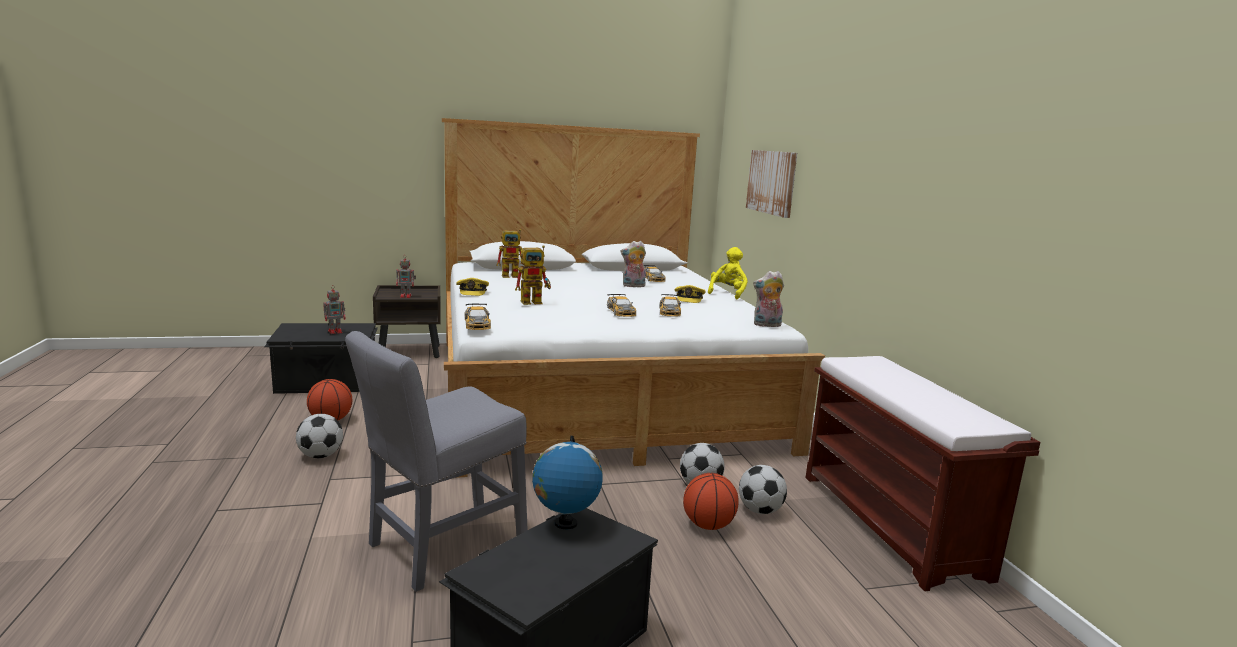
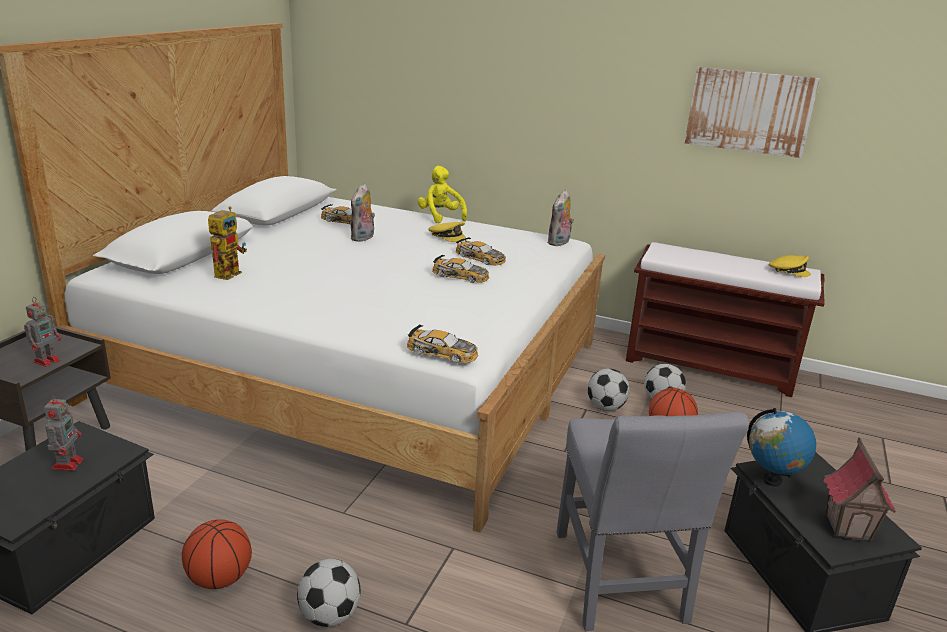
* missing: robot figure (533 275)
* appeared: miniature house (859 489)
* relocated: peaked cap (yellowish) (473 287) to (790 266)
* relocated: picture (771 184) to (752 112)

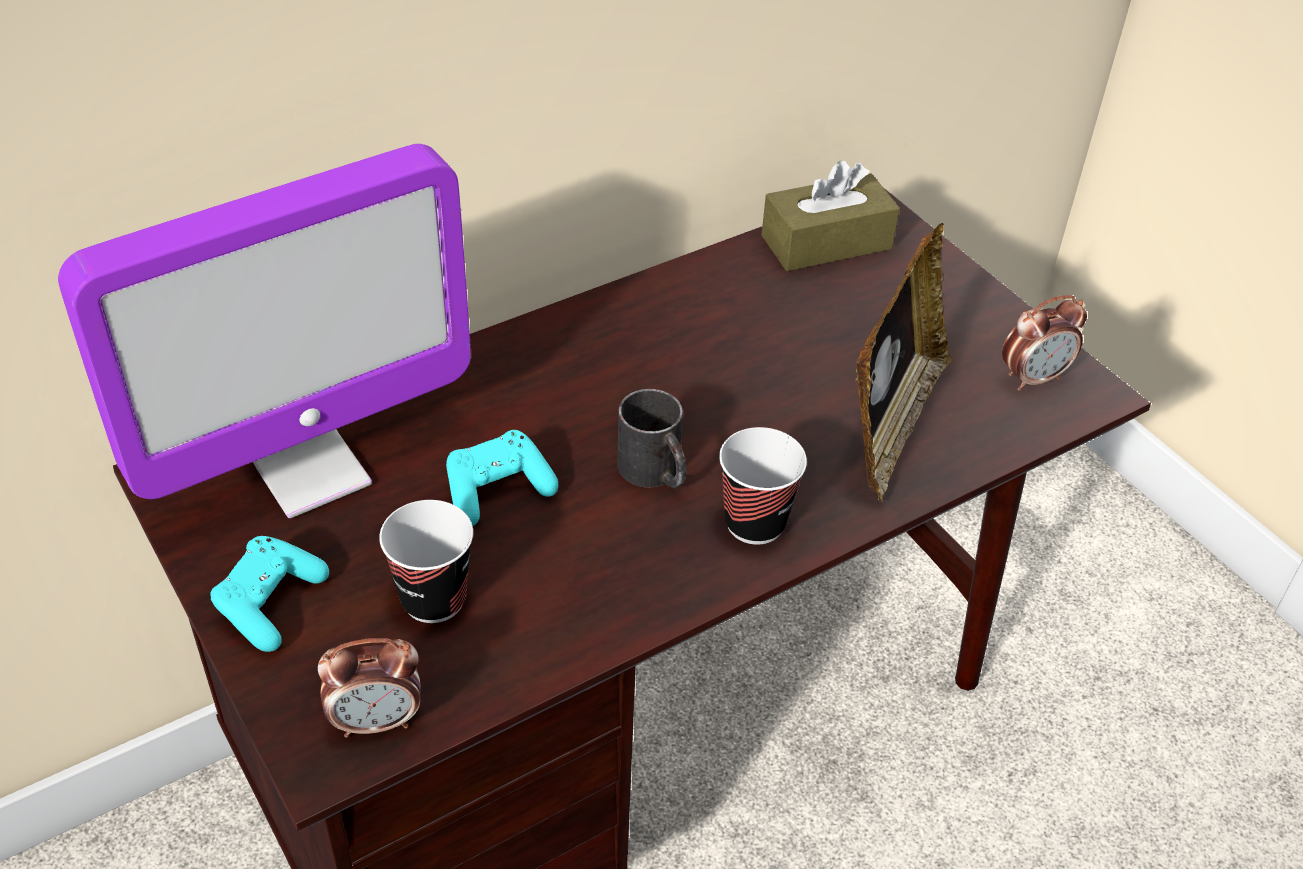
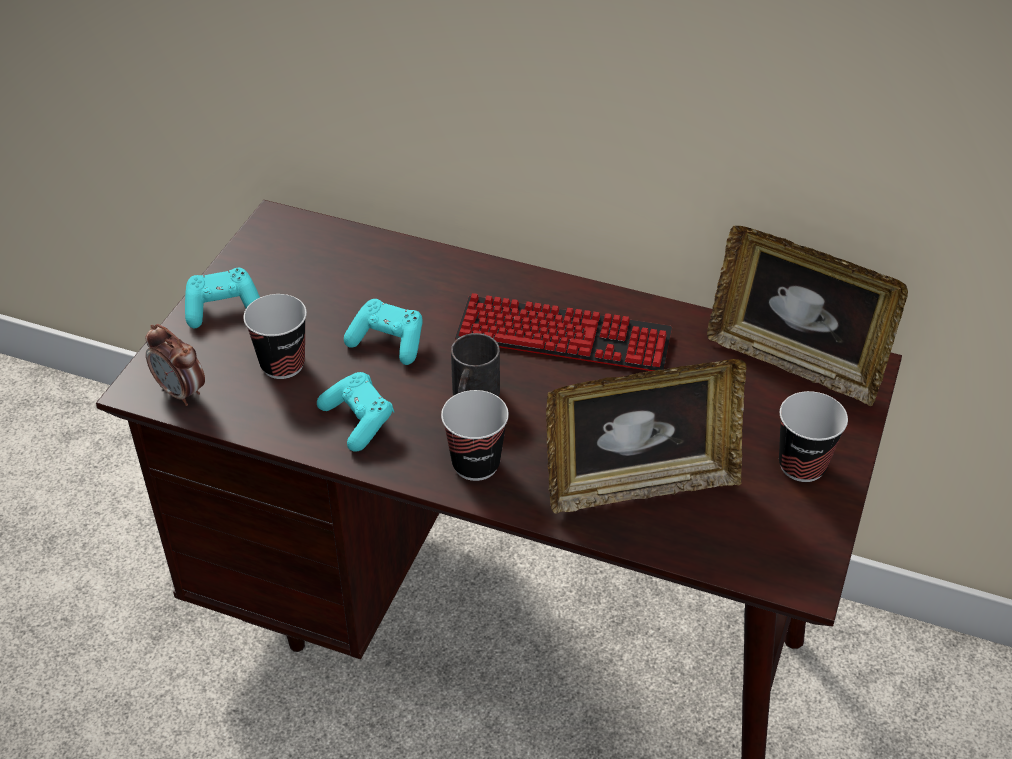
* missing: computer screen (264 331)
* missing: bedside clock (1044 343)
* appeared: joypad (blue-green) (355 411)
* appeared: computer keyboard (563 332)
* appeared: cup (813 436)
* exchanged: tissue holder (brownish) (831 215) to picture frame (807 316)

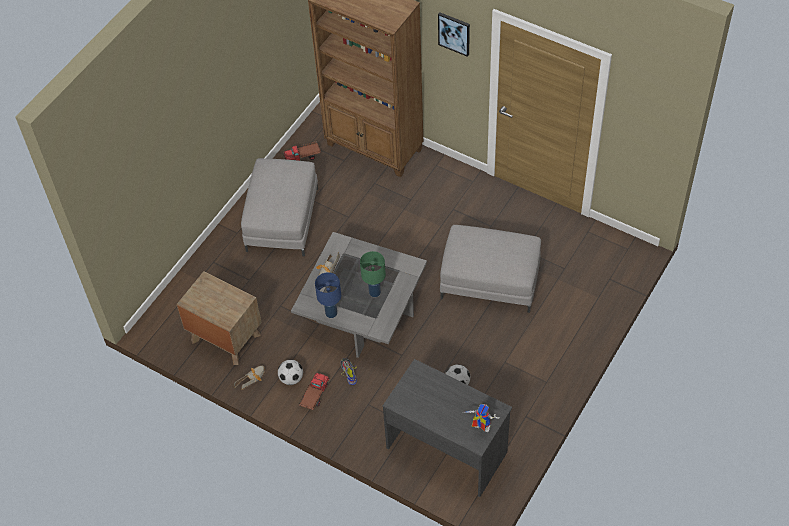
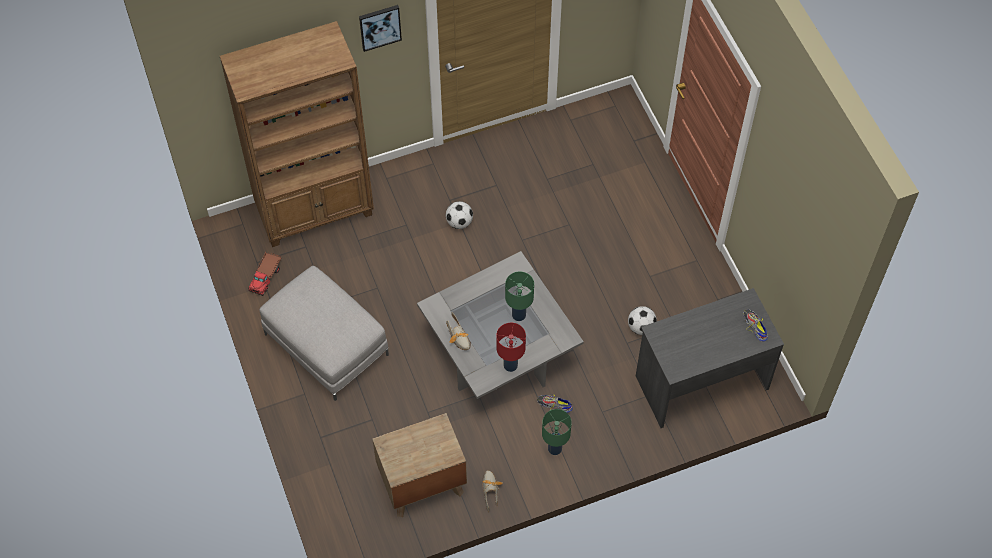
* missing: ottoman (grey) (490 269)
* relocated: football ball (290 372) to (459 215)
* exchanged: toy truck (314 391) to table lamp (green) (557 432)
* exchanged: robot figure (482 418) to low shoe (755 326)
* colour: table lamp (blue) (328 295) to table lamp (red) (511 347)

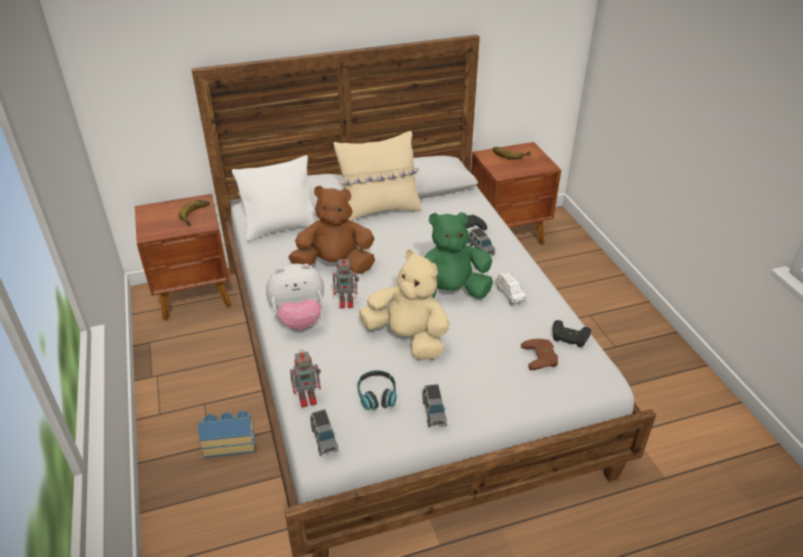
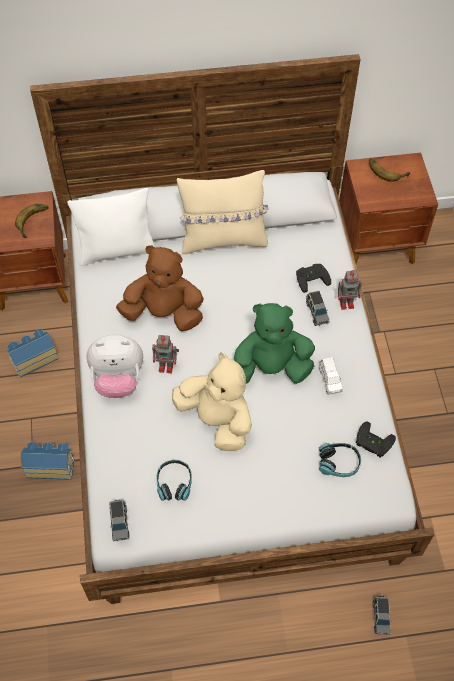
* appeared: miniature house (33 353)
* relocated: robot figure (305 378) to (350 290)
* relocated: miniature car (grey) (435 405) to (382 615)
* exchanged: joypad (brownish) (539 354) to headset (340 460)

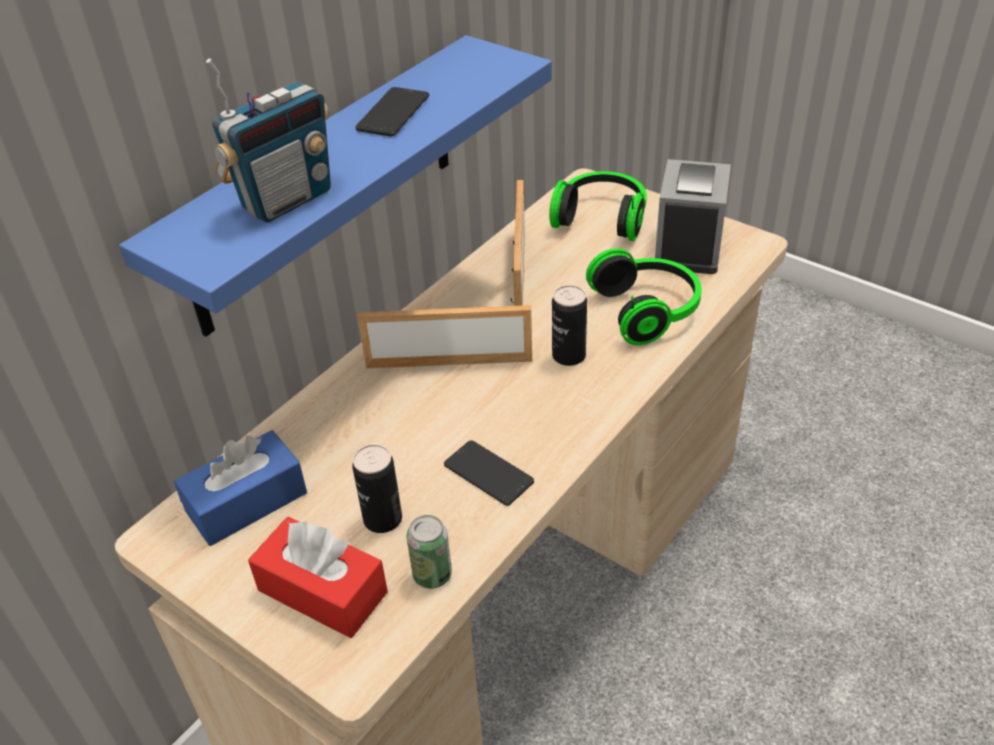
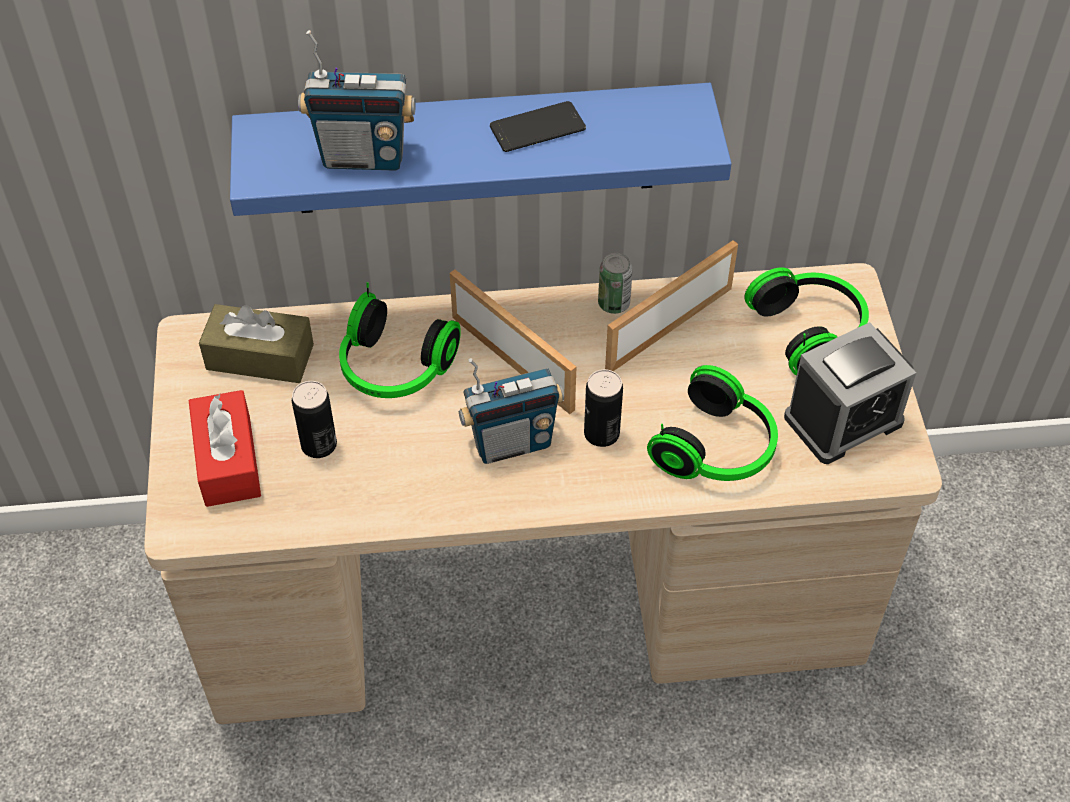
* missing: handset (489 473)
* appeared: headset (400 340)
* appeared: radio set (511 411)
* relocated: can (429 552) to (615 283)
* colour: tissue holder (blue) (240 488) to tissue holder (brownish) (256 343)

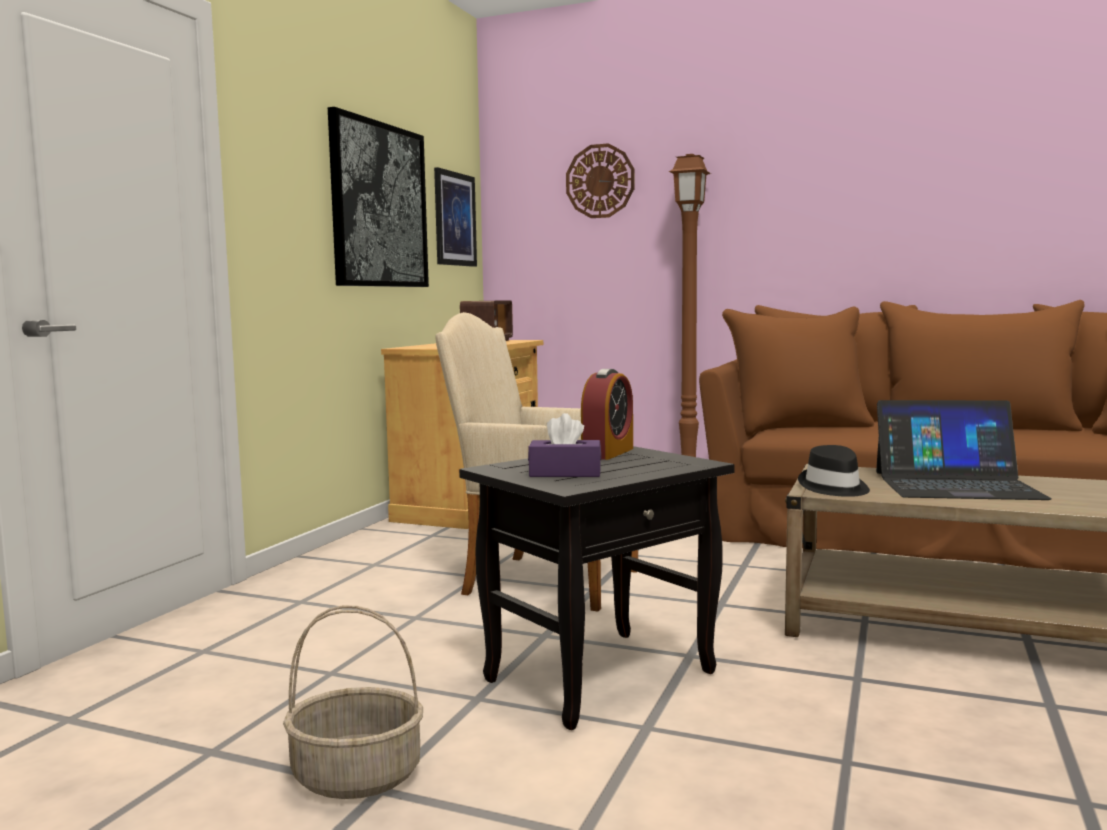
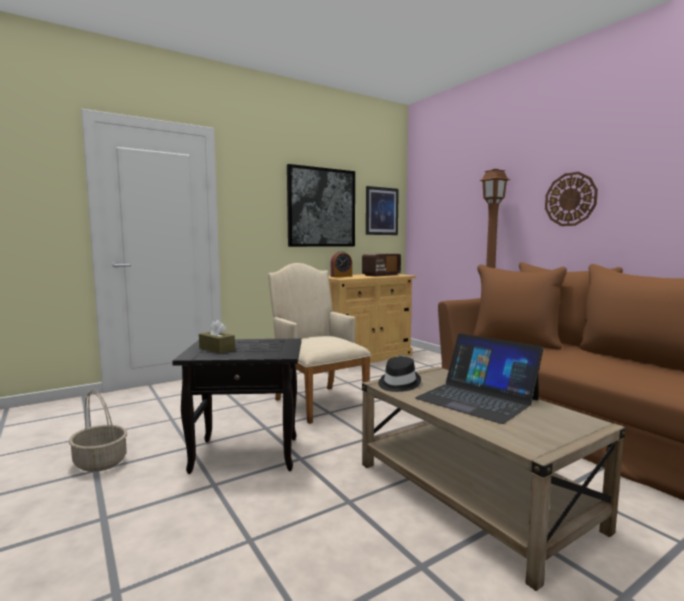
* relocated: wall clock (600 180) to (571 199)
* relocated: bedside clock (607 414) to (341 264)
* colour: tissue holder (purplish) (564 445) to tissue holder (brownish) (217 337)

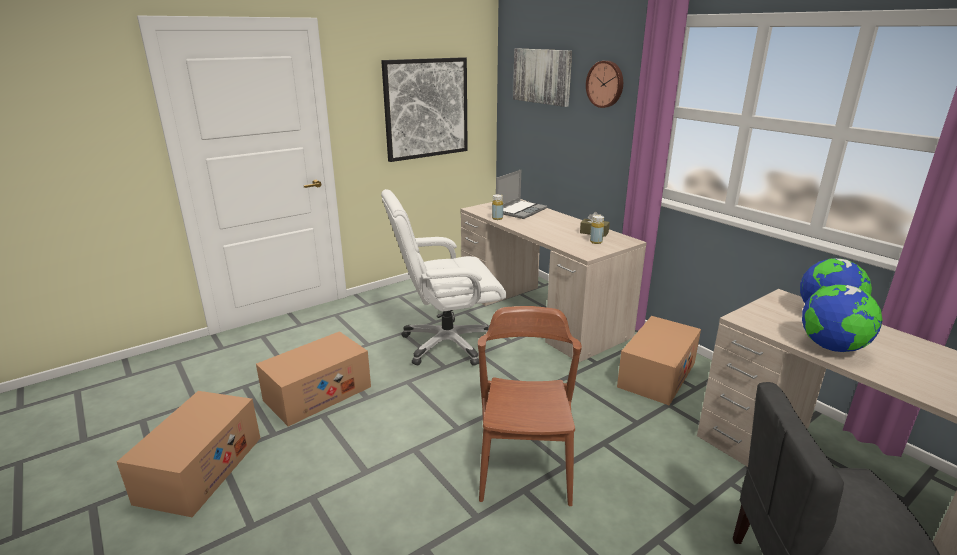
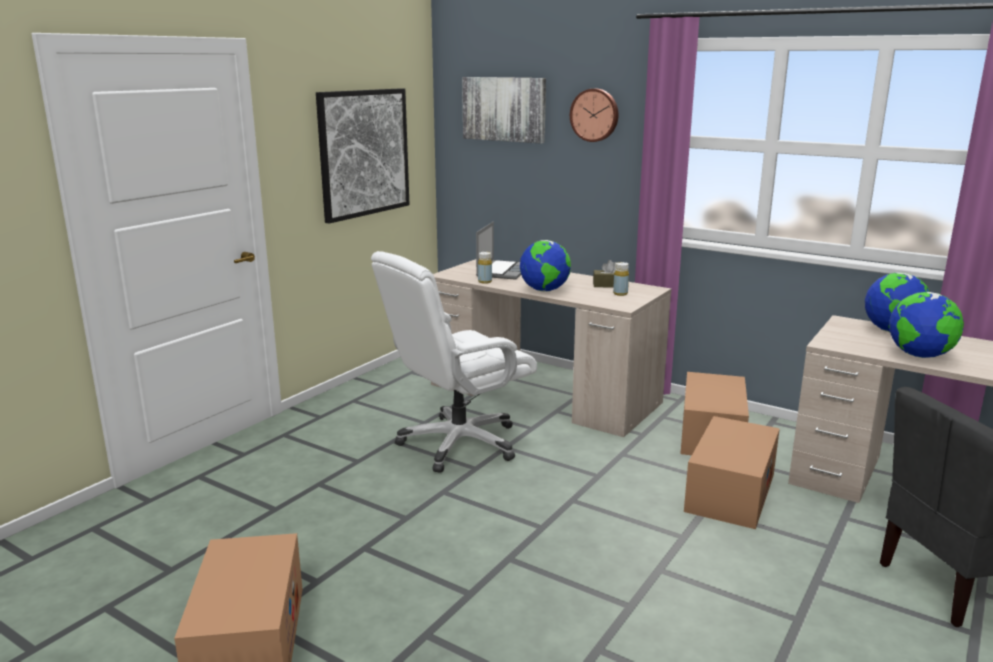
* missing: plain chair (brownish) (530 406)
* appeared: world globe (545 266)
* relocated: carton (313 378) to (732 472)

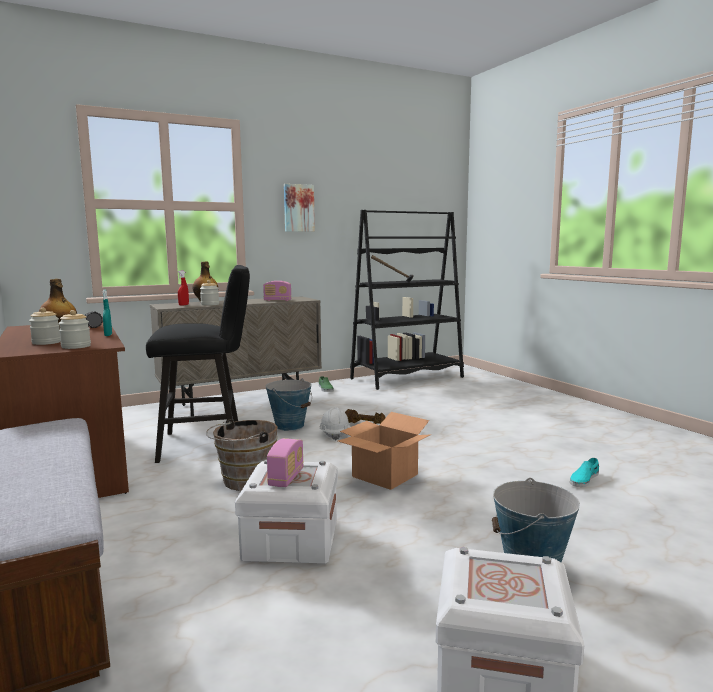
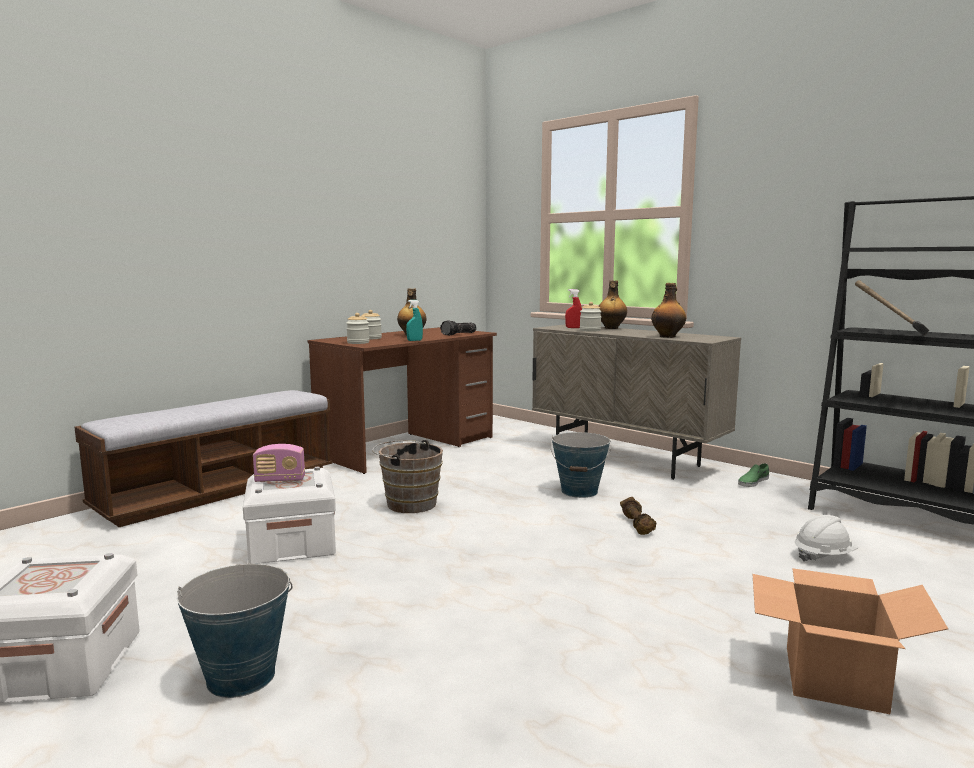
* missing: sitting stool (blackish) (198 364)
* missing: picture (299 208)
* missing: low shoe (blue-green) (584 472)
* relocated: hard hat (white) (335 424) to (826 538)
* relocated: carton (385 451) to (850 641)
* exchanged: radio set (277 291) to bottle (668 310)

